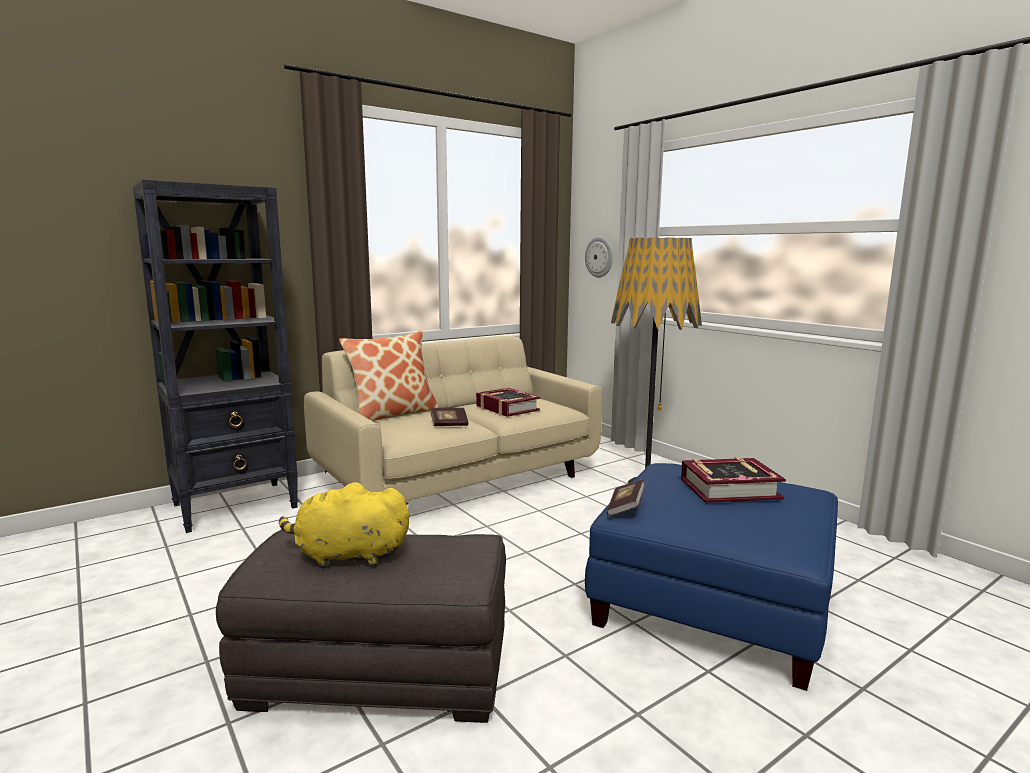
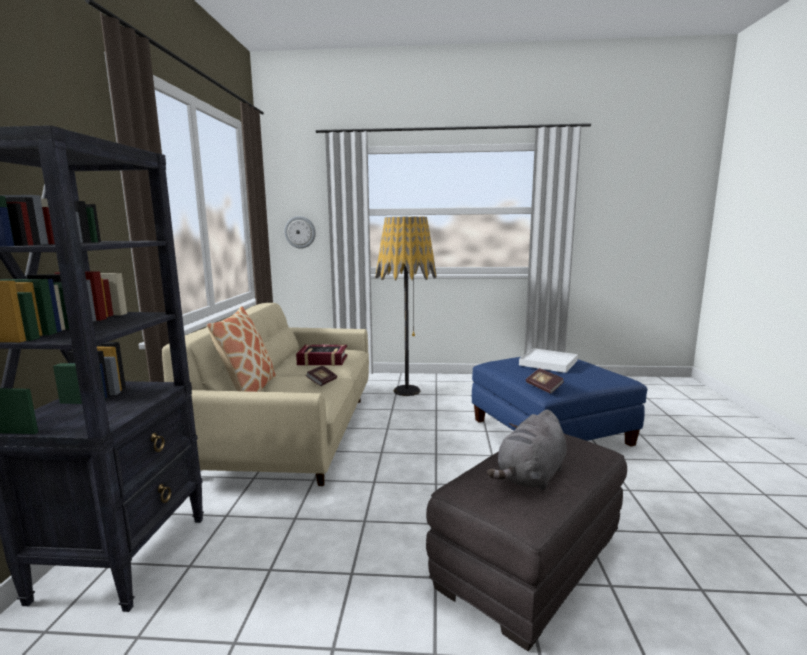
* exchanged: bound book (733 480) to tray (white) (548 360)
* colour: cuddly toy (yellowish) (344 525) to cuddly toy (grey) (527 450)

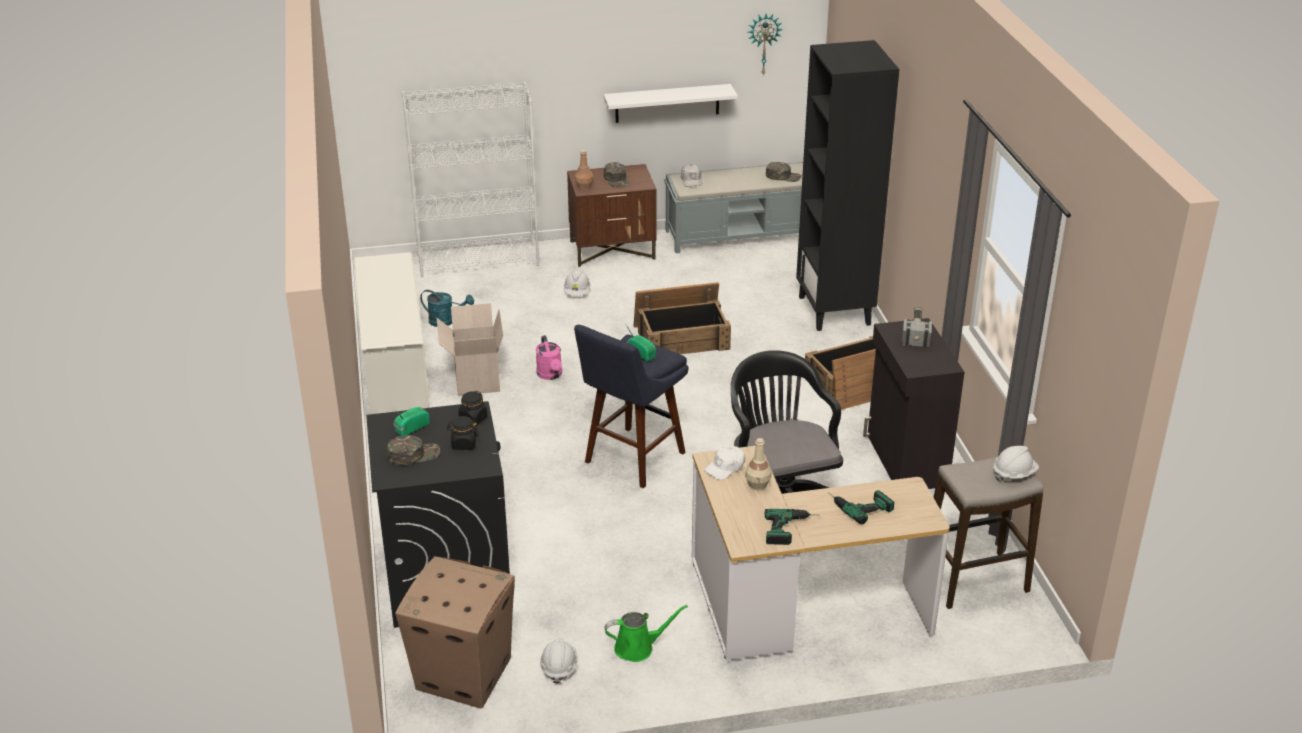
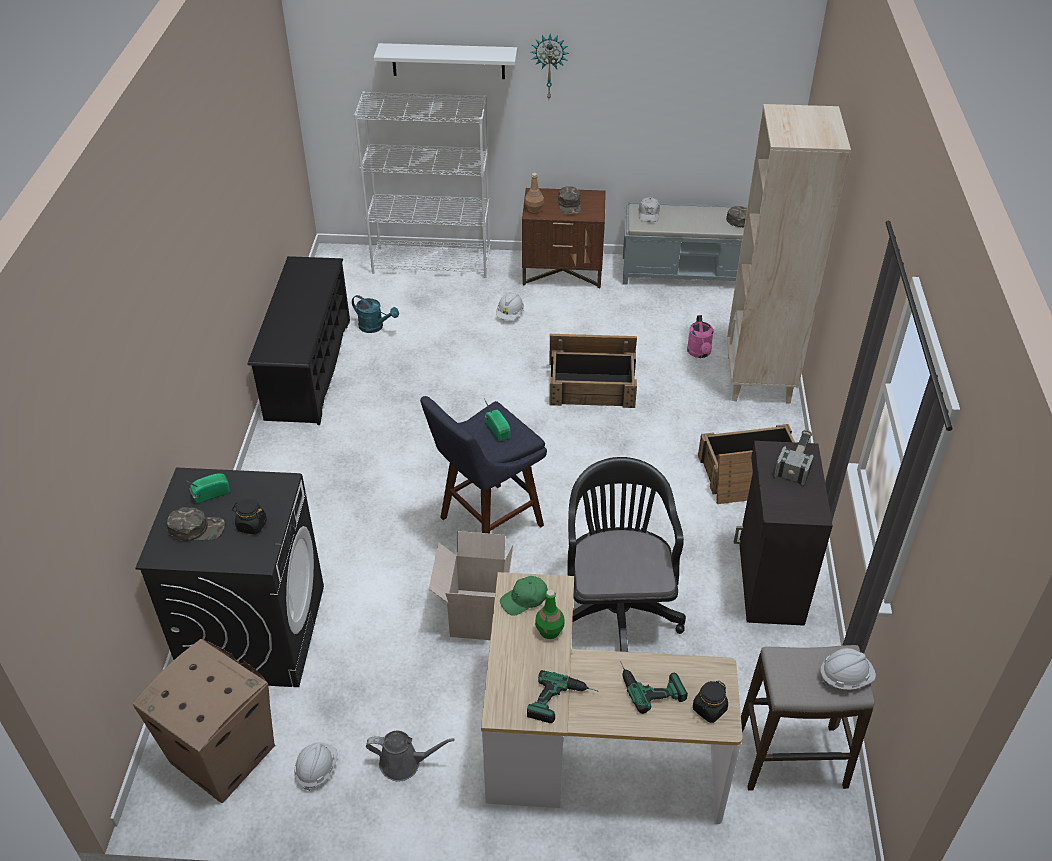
* relocated: carton (470 349) to (471 585)
* relocated: jar (blackish) (472 408) to (710 702)
* relocated: sprinkling can (pink) (549 357) to (700 336)
* relocated: wall shelf (white) (671 103) to (445 61)
* relocated: wall clock (765 44) to (550 66)
* colour: shoe shelf (white) (392 333) to shoe shelf (blackish) (299 340)
* colour: sprinkling can (green) (646 633) to sprinkling can (grey) (410 756)
* colour: peaked cap (white) (724 462) to peaked cap (green) (524 596)
* colour: bottle (beige) (758 464) to bottle (green) (549 614)
* colour: shelving unit (blackish) (847 185) to shelving unit (beige) (789 254)

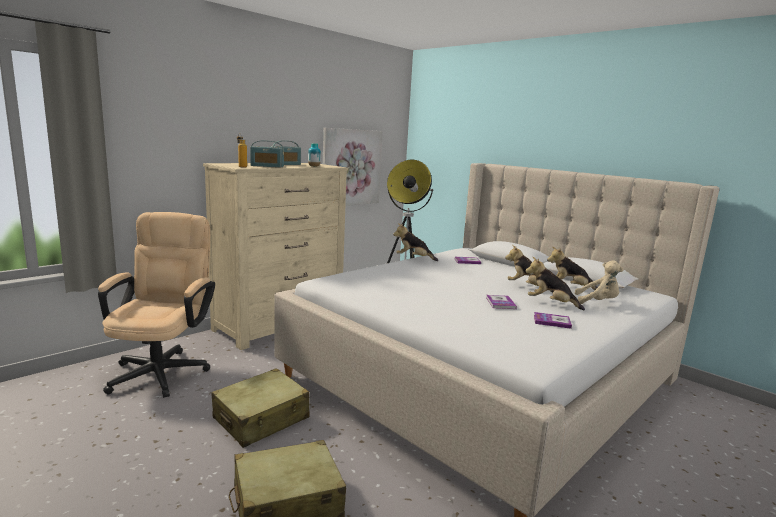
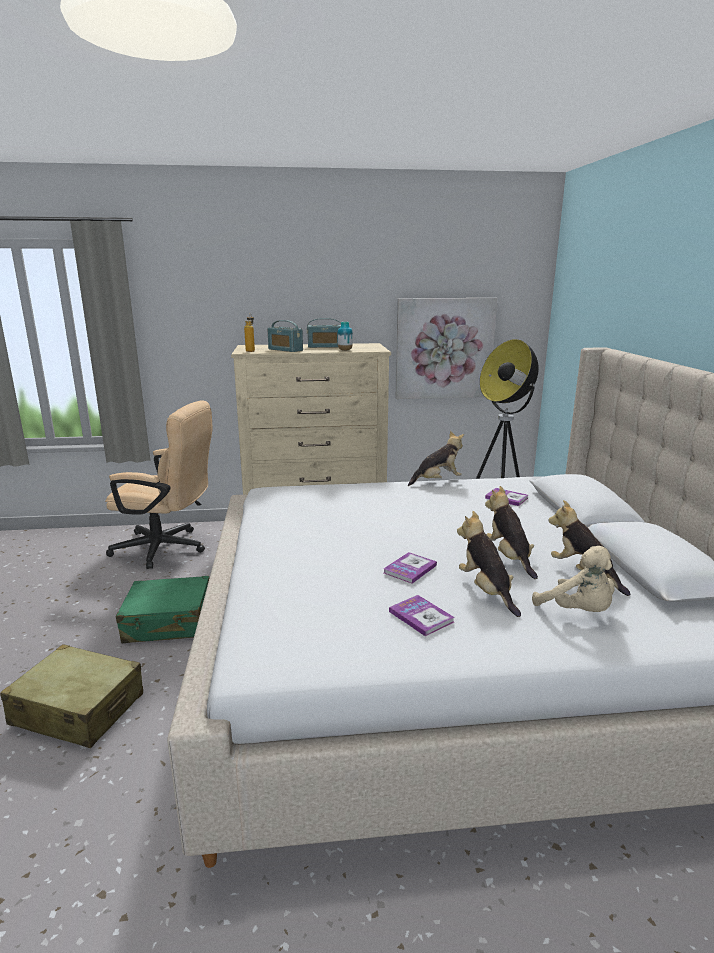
* colour: travel case (beige) (261 408) to travel case (green) (163 609)
* spun: computer chair (beige) (156 305) = (158 484) 60 degrees clockwise
* spun: cuddly toy (415 242) = (436 458) 105 degrees clockwise

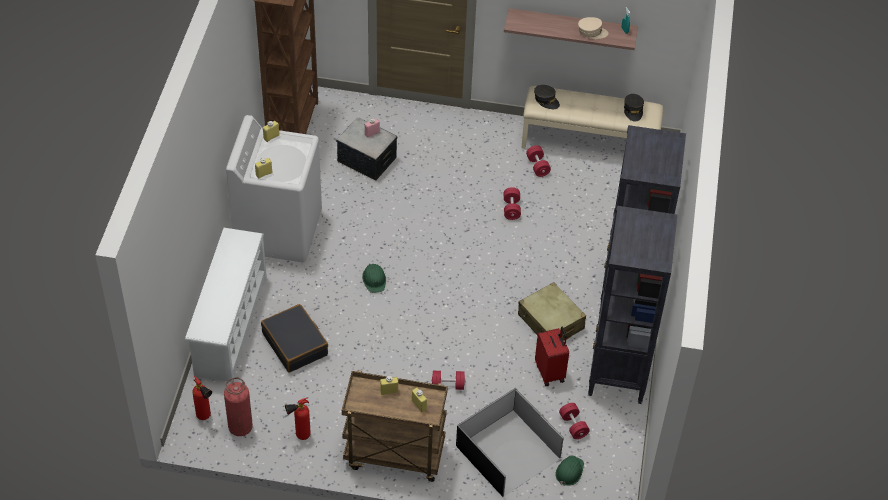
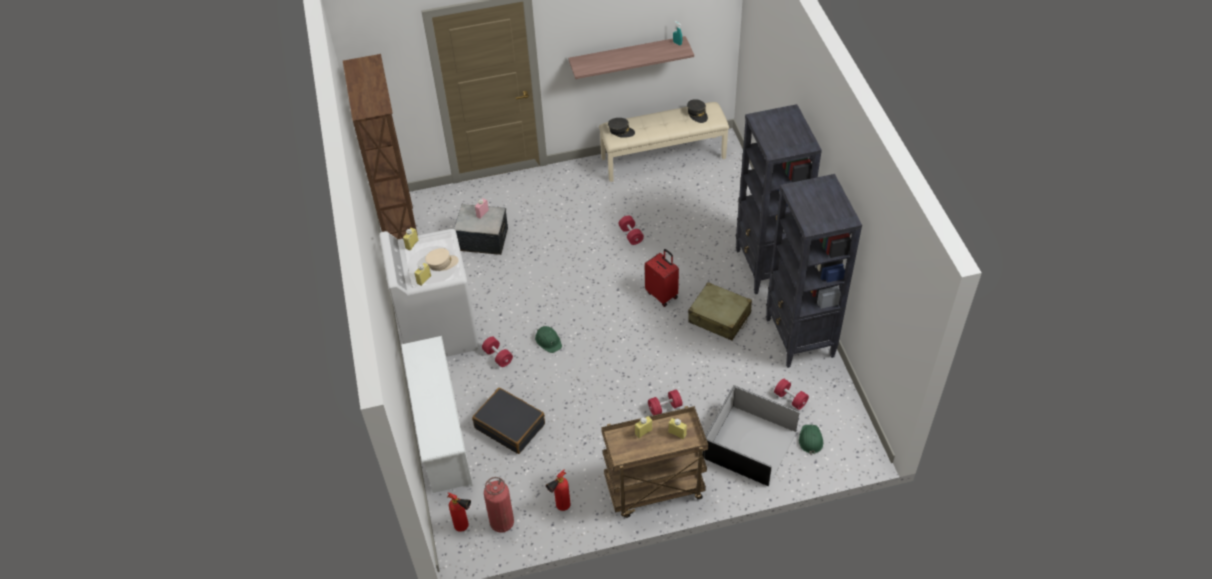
* relocated: dumbbell (red) (538 161) to (497 352)
* relocated: travel case (red) (552 356) to (662 278)
* relocated: peaked cap (beige) (593 28) to (442 259)

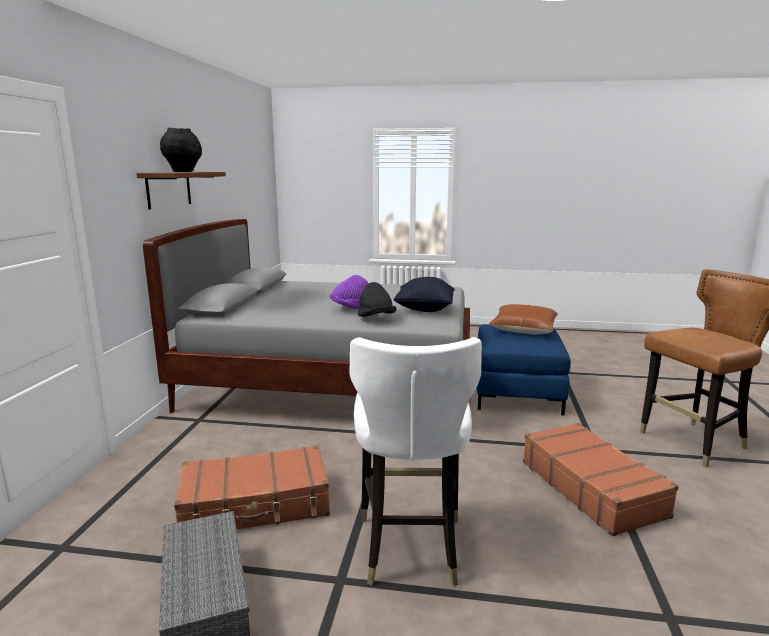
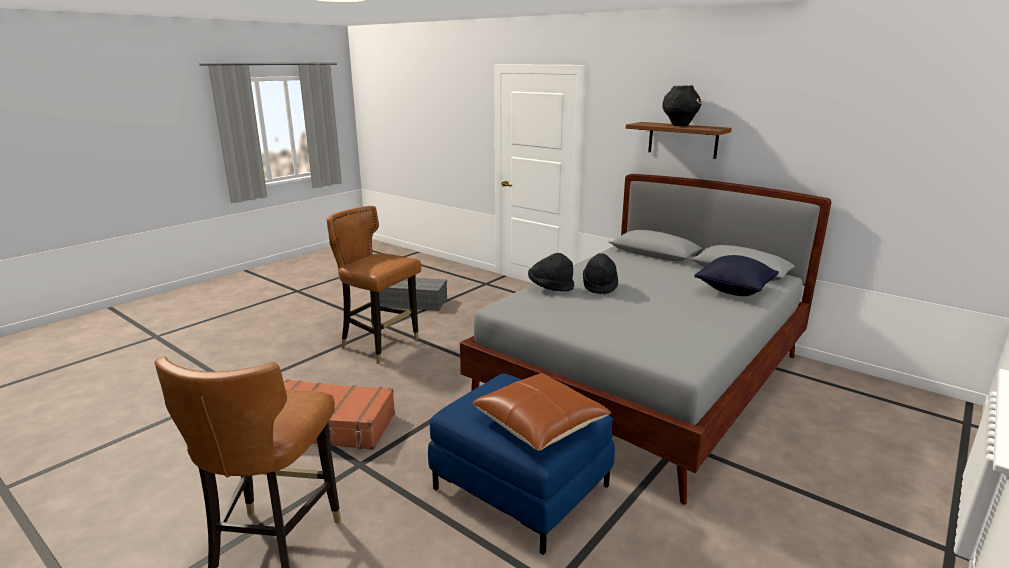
* missing: travel case (brownish) (252 487)
* relocated: throw pillow (blackish) (424 294) to (736 275)
* colour: wearable hat (purplish) (349 292) to wearable hat (blackish) (600 273)
* colour: plain chair (white) (415 461) to plain chair (brownish) (374 285)

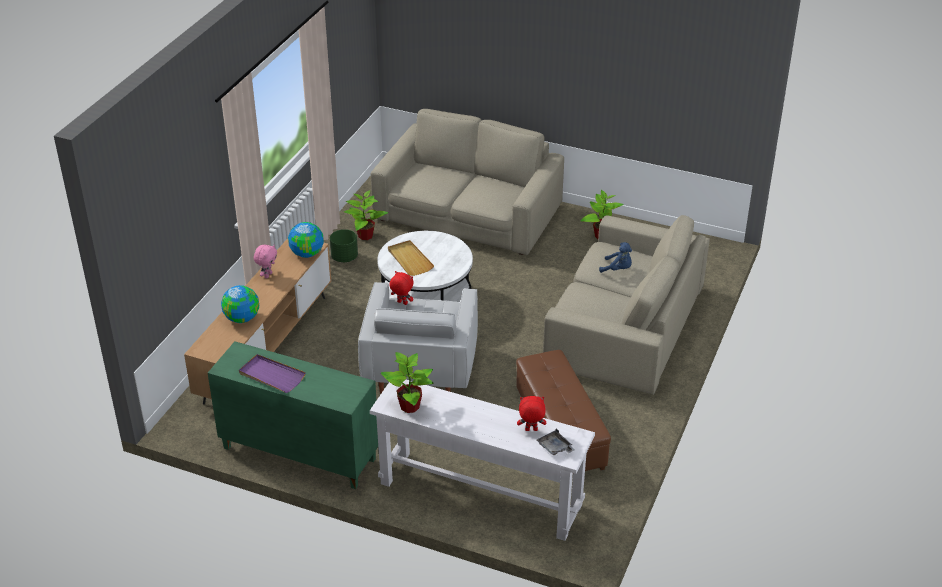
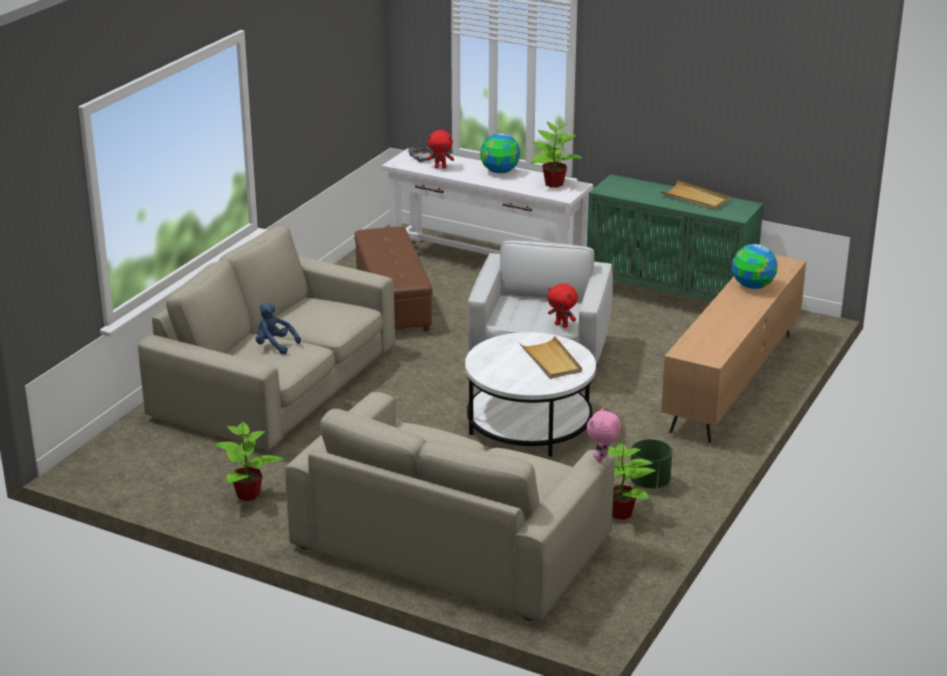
* relocated: cuddly toy (pink) (265 261) to (604 435)
* relocated: world globe (306 240) to (500 153)
* colour: tray (purplish) (272 373) to tray (beige) (695 195)

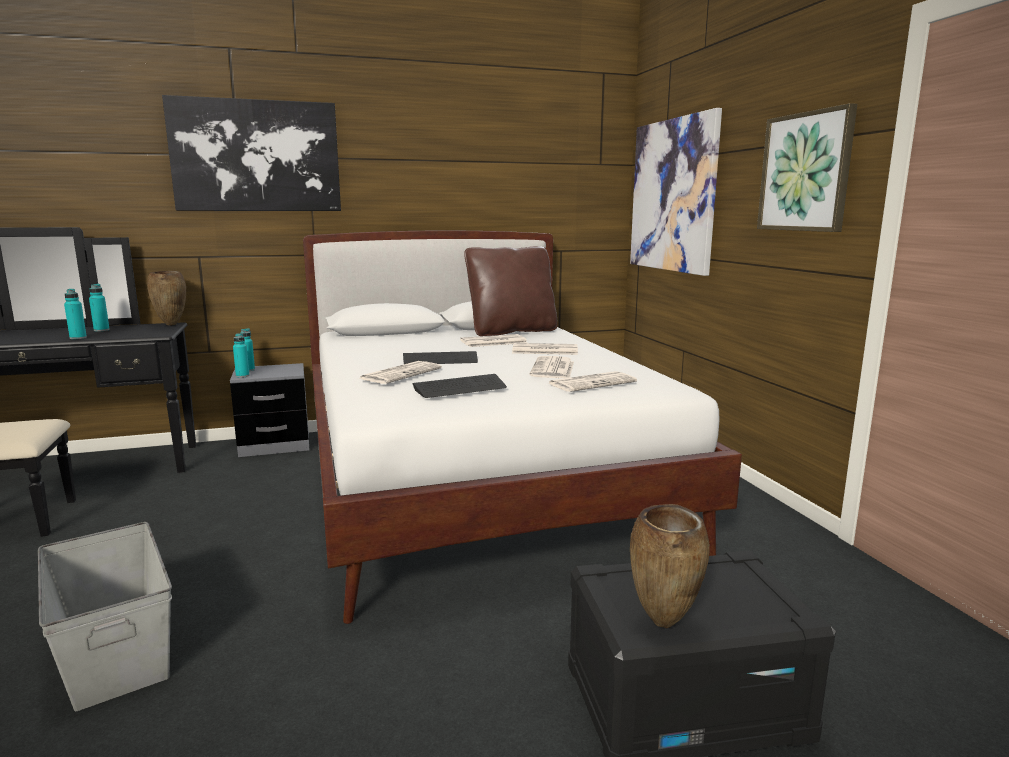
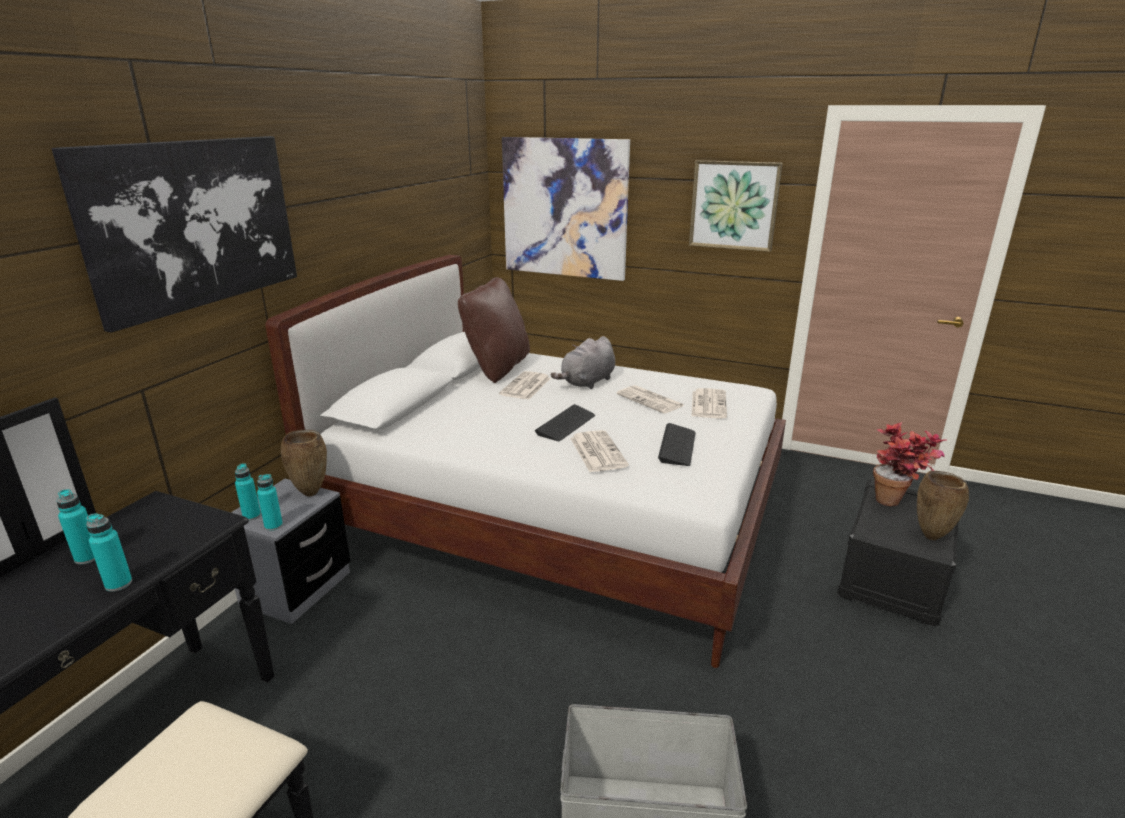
* appeared: potted plant (909 464)
* relocated: decorative vase (brownish) (166 298) to (304 463)
* exchanged: newspaper (545 349) to cuddly toy (grey) (582 362)

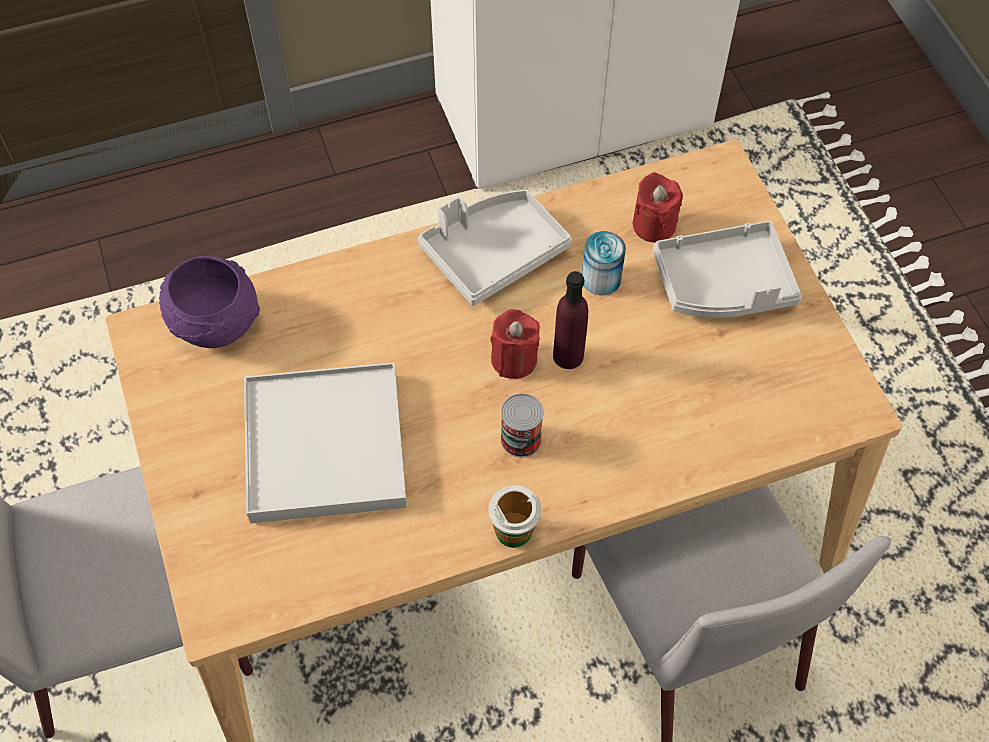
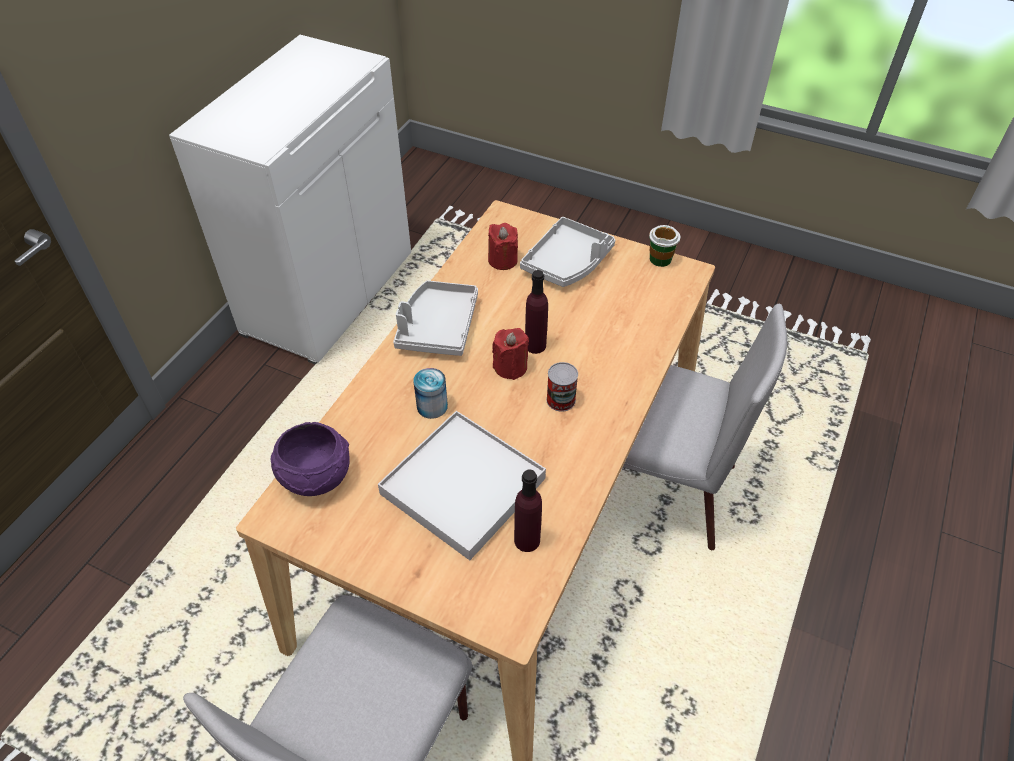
* appeared: bottle (purplish) (528 511)
* relocated: cup (514 516) to (664 246)
* relocated: can (604 263) to (430 393)

